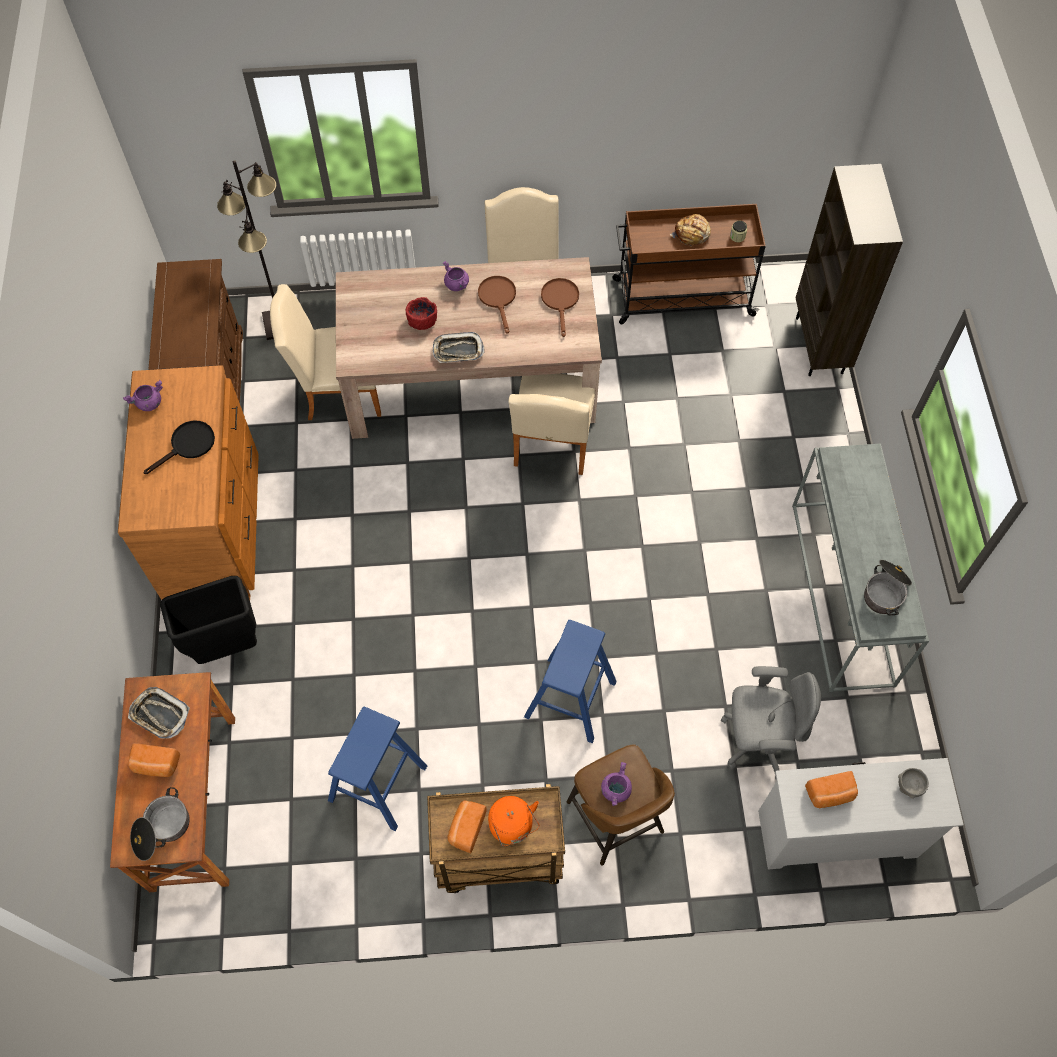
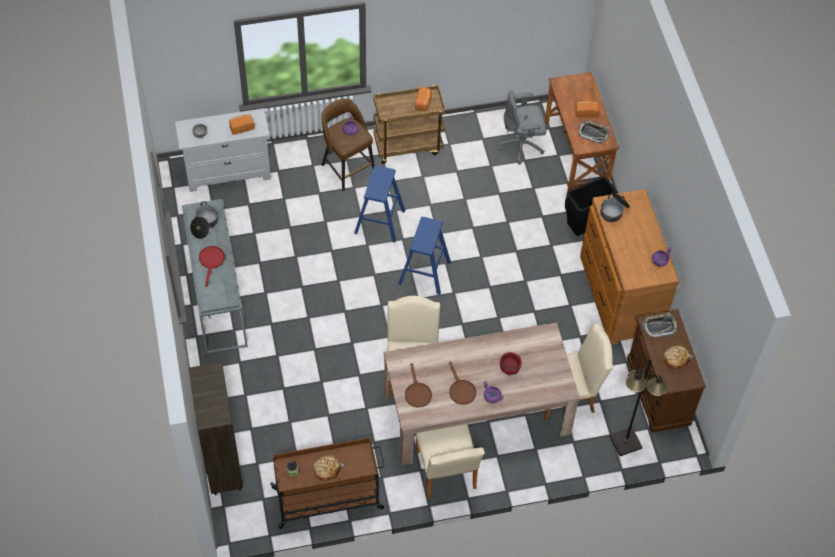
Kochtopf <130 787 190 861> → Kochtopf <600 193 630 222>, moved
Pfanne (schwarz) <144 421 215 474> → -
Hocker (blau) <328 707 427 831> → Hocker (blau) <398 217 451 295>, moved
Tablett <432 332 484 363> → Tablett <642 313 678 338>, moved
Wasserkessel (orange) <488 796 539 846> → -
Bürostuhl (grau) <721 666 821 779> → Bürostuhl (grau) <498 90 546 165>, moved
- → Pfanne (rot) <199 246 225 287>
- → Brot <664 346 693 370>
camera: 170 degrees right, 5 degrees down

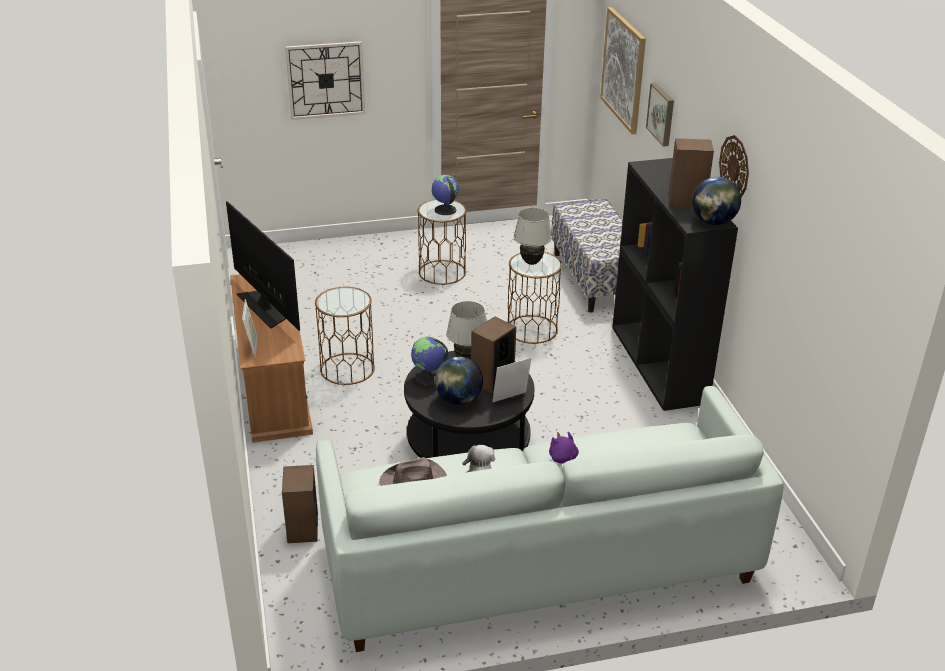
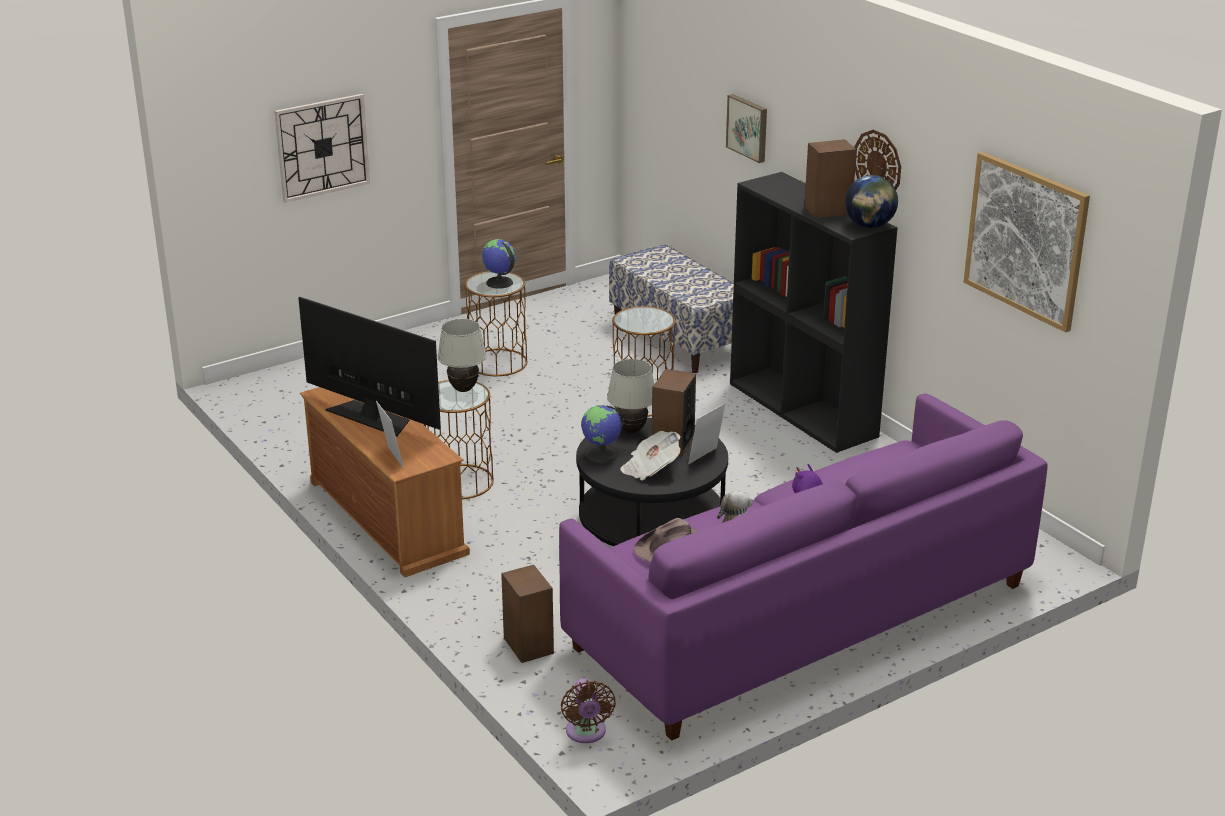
Sofa (weiß) <316 386 784 652> → Sofa (lila) <559 393 1047 741>
Globus <435 357 483 405> → Zeitung <620 431 681 480>
Tischlampe (weiß) <514 208 552 265> → Tischlampe (weiß) <437 319 487 392>, moved
Bild <600 7 646 134> → Bild <964 152 1090 333>, moved
- → Ventilator (braun) <561 678 616 743>
camera: 20 degrees left, 5 degrees down

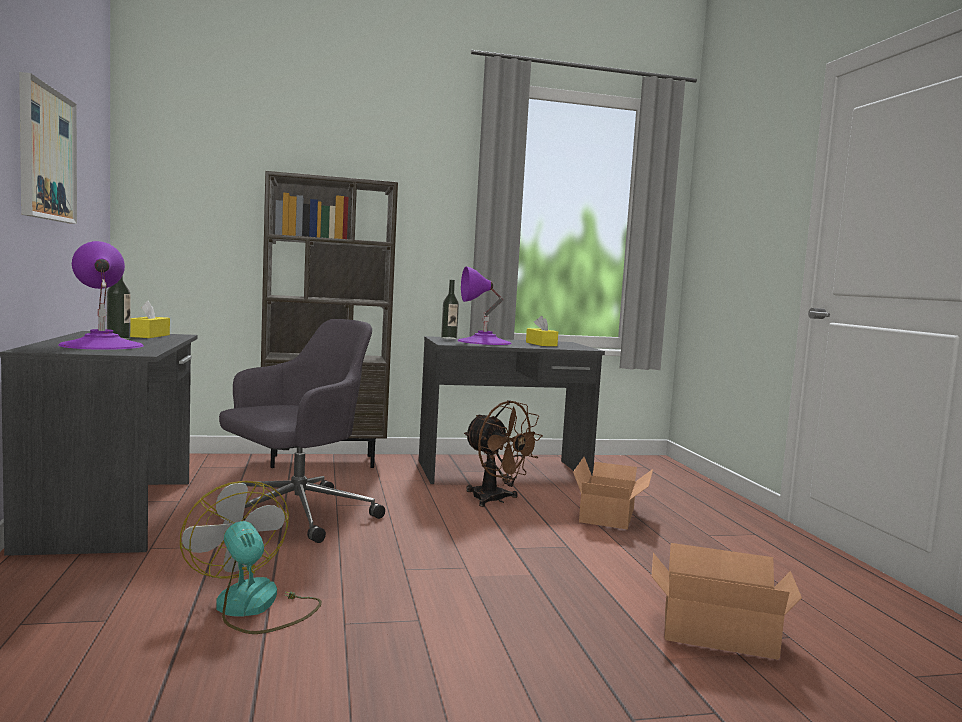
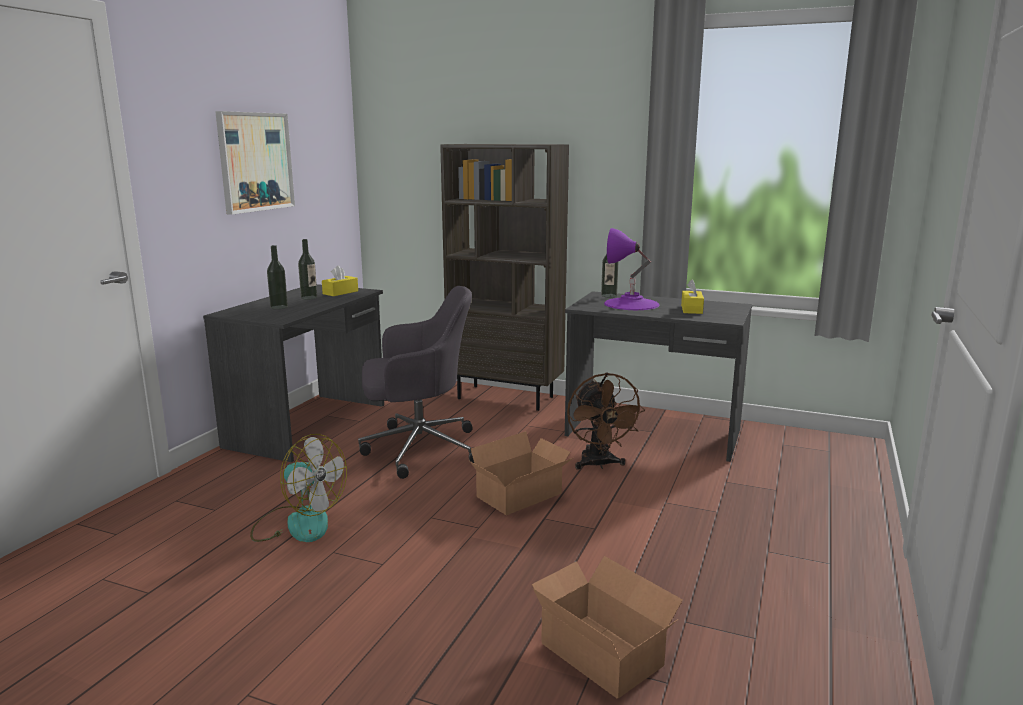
Tischlampe (lila) <58 241 144 350> → Flasche <267 245 288 309>
Ventilator <180 481 322 634> → Ventilator <250 434 347 542>, 120 degrees clockwise
Karton <573 457 653 530> → Karton <469 431 573 515>, moved
camera: 35 degrees right, 10 degrees up

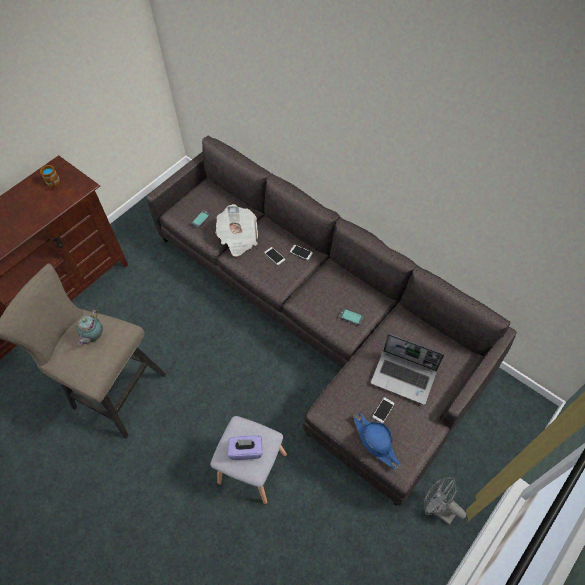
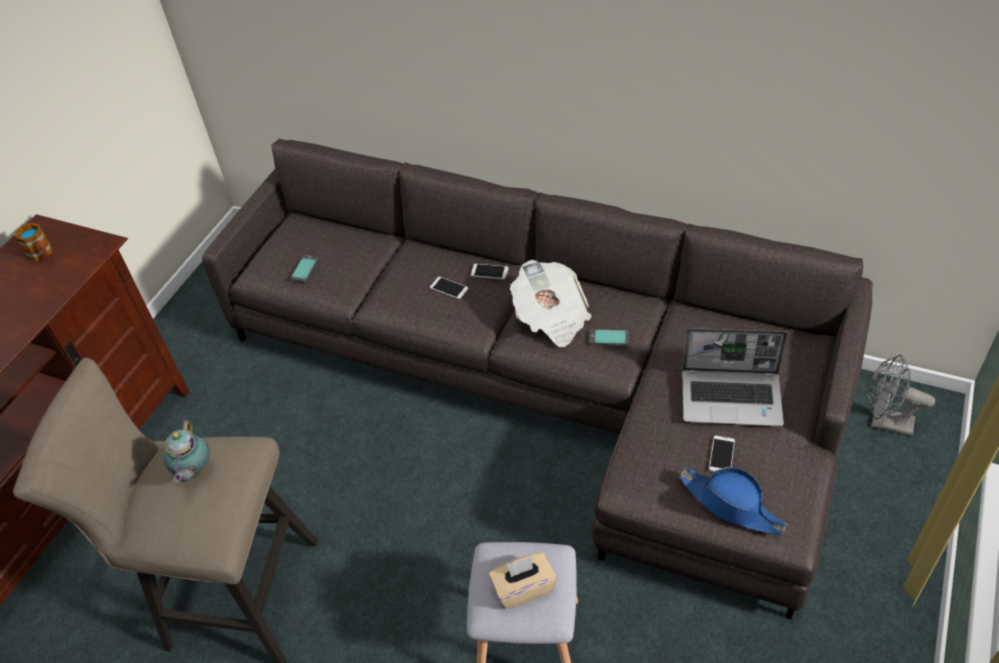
Zeitung <216 204 258 257> → Zeitung <510 260 592 347>, moved
Taschentuchbox (lila) <228 436 262 460> → Taschentuchbox (beige) <489 552 557 609>
Ventilator (grau) <424 477 466 525> → Ventilator (grau) <867 355 935 437>, moved
camera: 15 degrees left, 10 degrees down

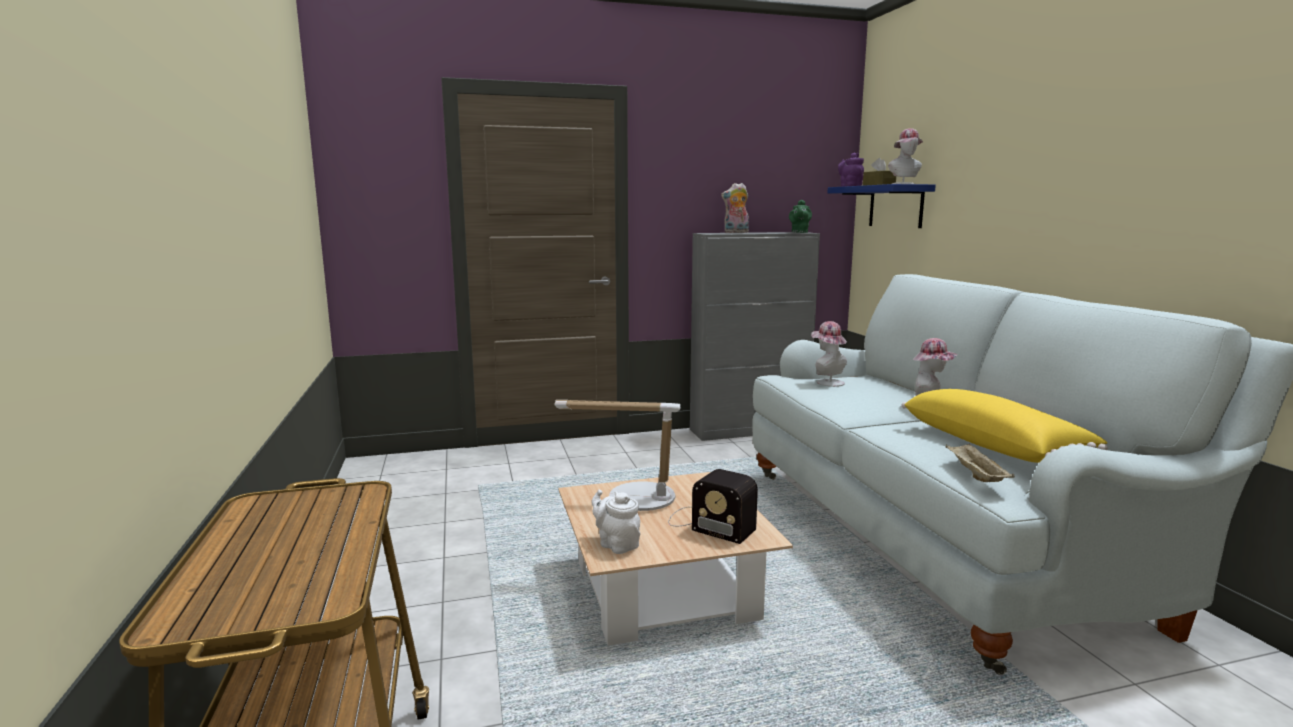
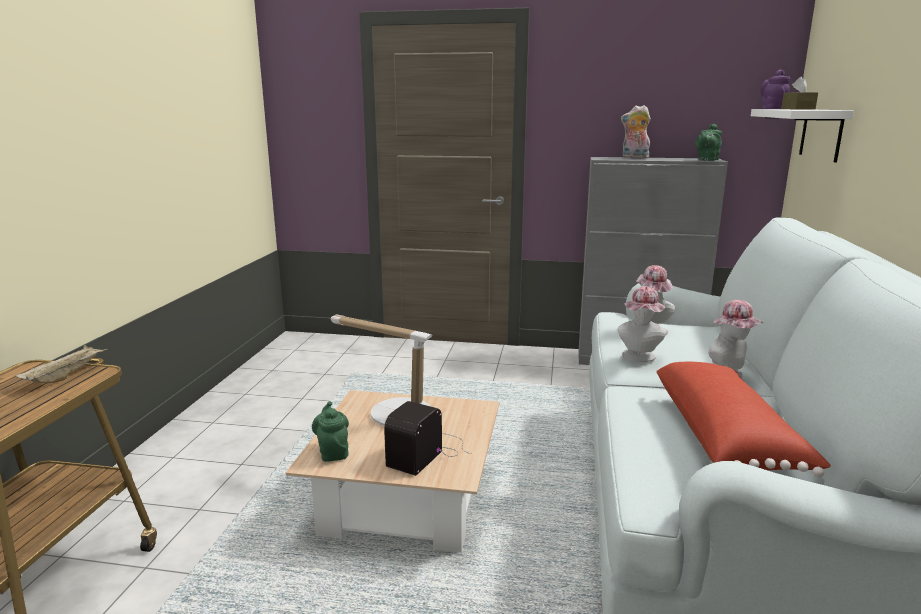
Teekanne (weiß) <592 490 640 554> → Teekanne (grün) <312 401 349 462>
Radio <668 469 758 544> → Radio <384 401 471 476>, 60 degrees clockwise
Wandregal (blau) <827 184 936 228> → Wandregal (weiß) <751 109 854 162>
Hut <888 128 924 184> → Hut <618 286 666 362>, moved
Kissen (gelb) <901 389 1108 463> → Kissen (rot) <656 362 831 477>
Tablett (beige) <946 443 1015 482> → Tablett (beige) <15 345 108 383>, moved
camera: 25 degrees right, 5 degrees up

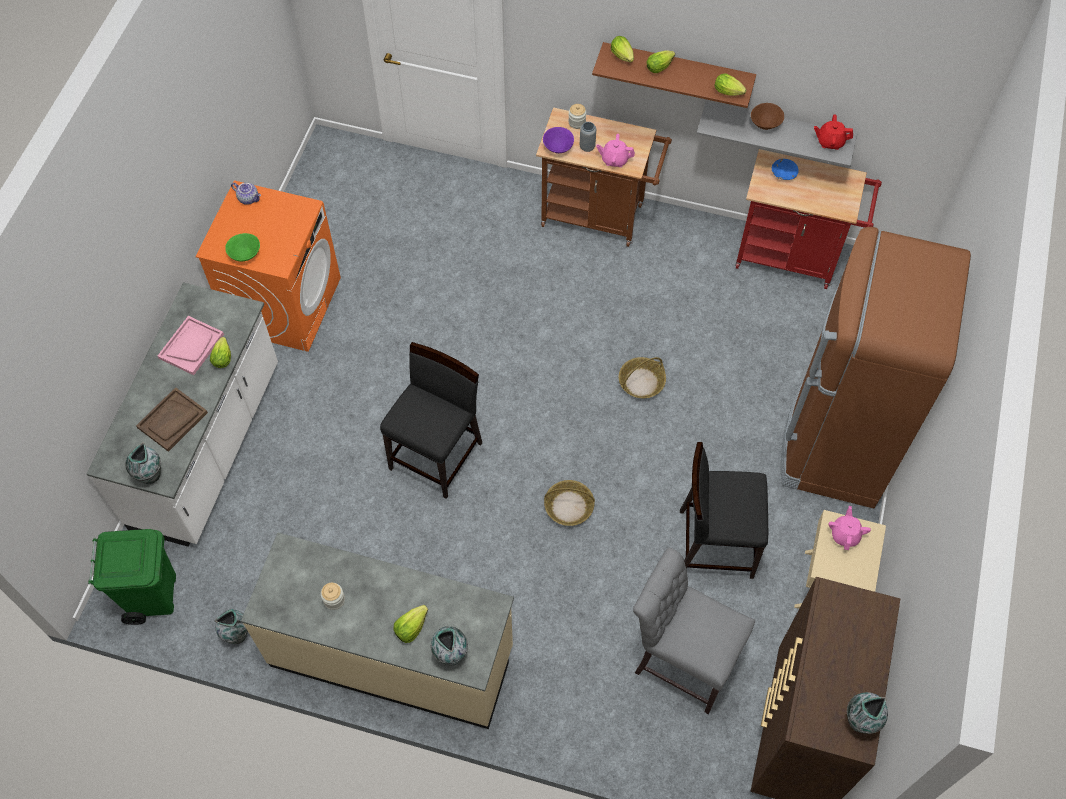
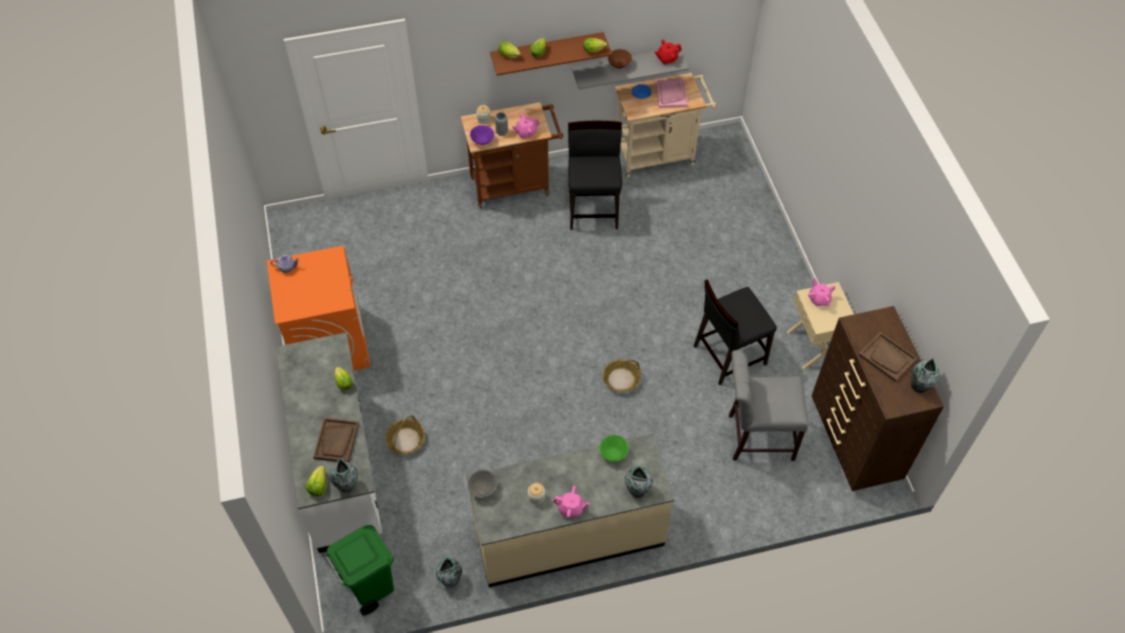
Tablett (rosa) <158 316 224 375> → Tablett (rosa) <656 79 688 108>, moved
Schüssel (grün) <225 233 260 261> → Schüssel (grün) <599 435 629 462>, moved
Stuhl (schwarz) <380 342 482 499> → Stuhl (schwarz) <568 121 622 230>, moved
Salatkopf <393 605 428 643> → Salatkopf <306 465 327 497>, moved
Korb <619 357 666 398> → Korb <385 416 425 454>, moved
Rollwagen (rot) <736 149 882 289> → Rollwagen (beige) <615 73 716 178>
Kühlschrank (braun) <781 227 971 508> → -
- → Schüssel (grau) <468 470 498 498>
- → Teekanne (rosa) <553 486 590 518>
- → Tablett (braun) <858 332 917 382>
camera: 30 degrees left, 5 degrees down

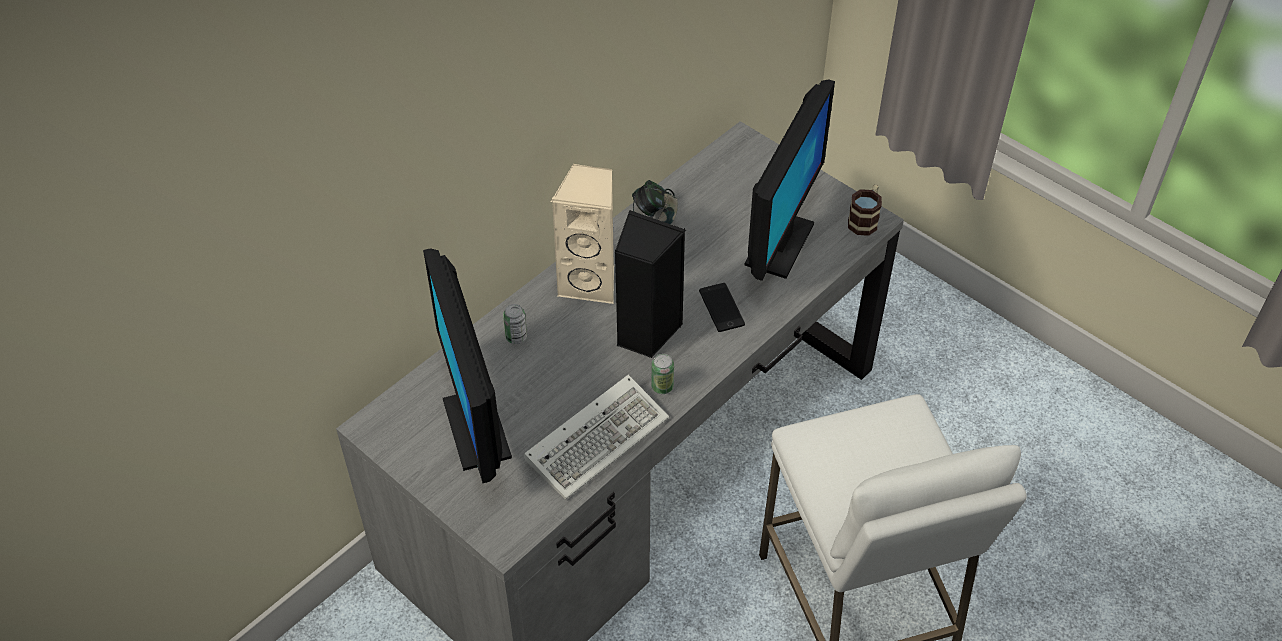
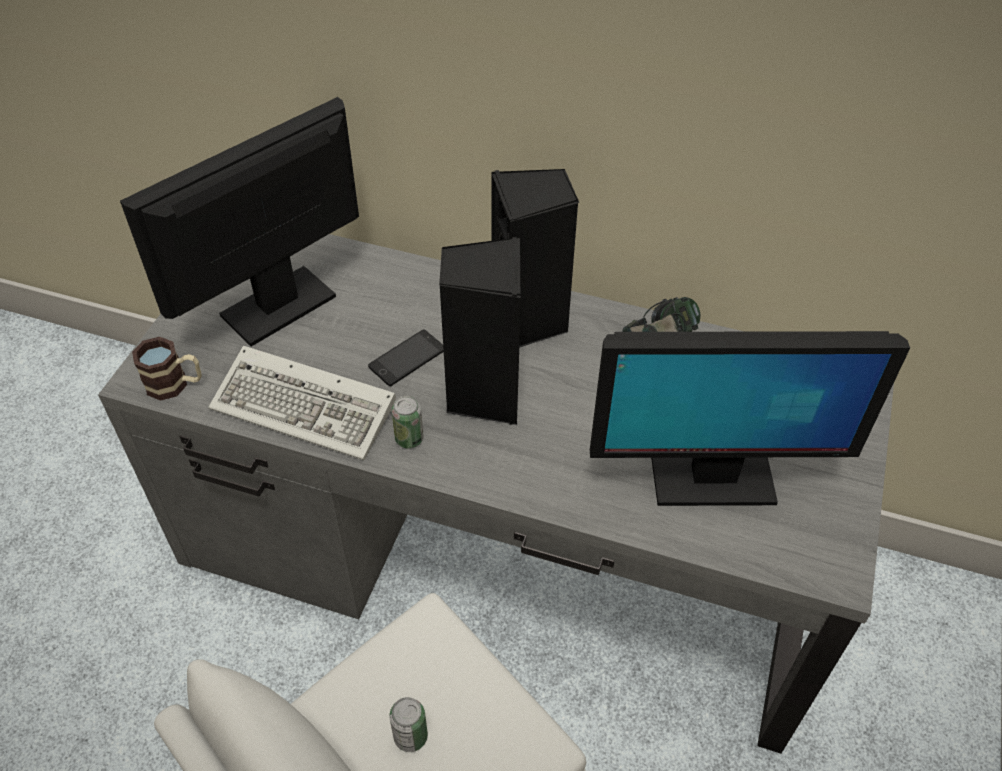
Dose <503 304 527 344> → Dose <389 697 428 752>, moved
Lautsprecher (beige) <551 164 614 304> → Lautsprecher (schwarz) <491 169 579 348>
Handy <699 283 745 332> → Handy <368 329 444 386>, moved
Henkelbecher <848 185 882 236> → Henkelbecher <132 337 202 401>, moved
camera: 65 degrees right, 0 degrees up

